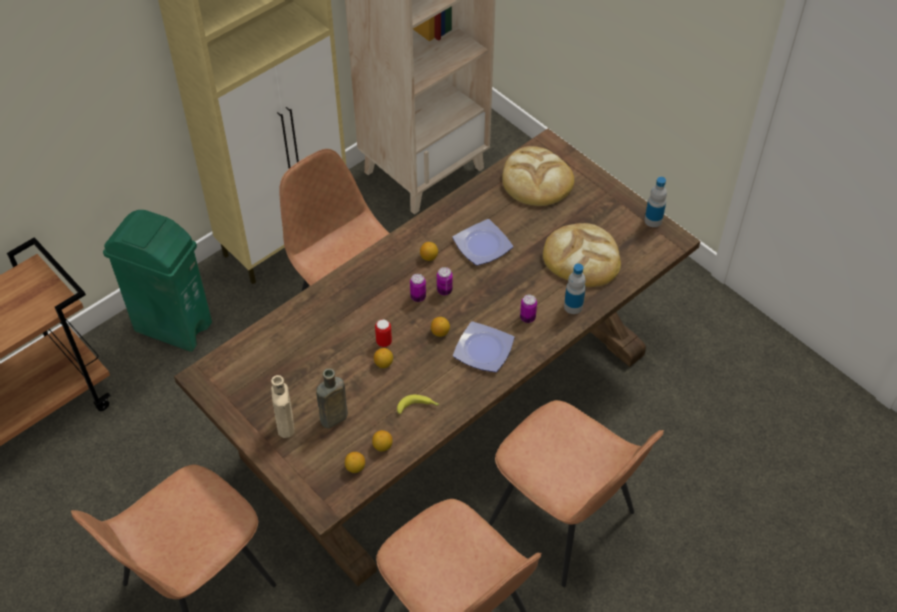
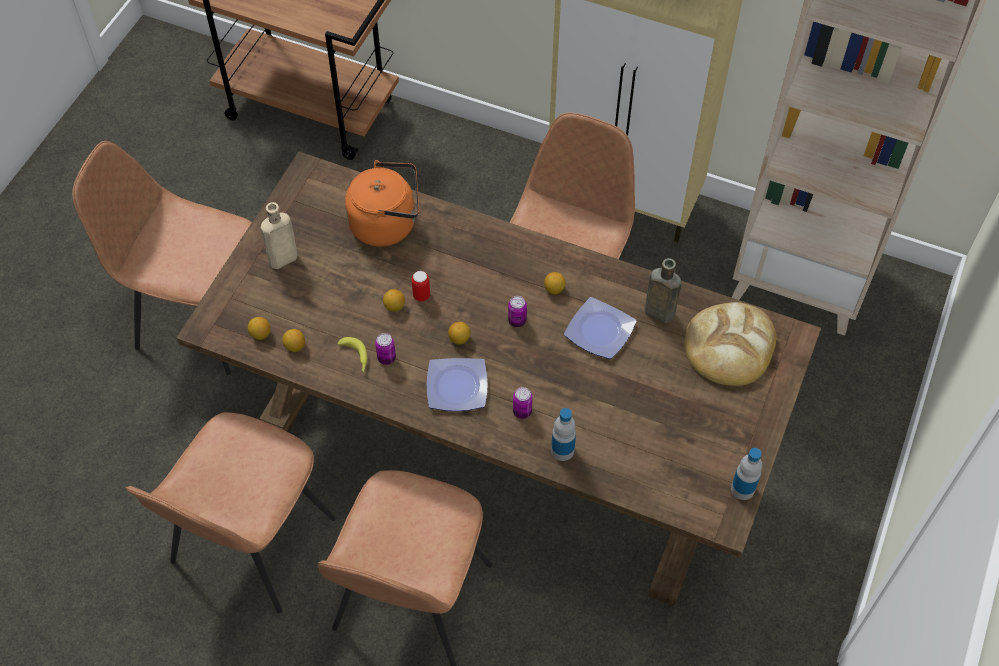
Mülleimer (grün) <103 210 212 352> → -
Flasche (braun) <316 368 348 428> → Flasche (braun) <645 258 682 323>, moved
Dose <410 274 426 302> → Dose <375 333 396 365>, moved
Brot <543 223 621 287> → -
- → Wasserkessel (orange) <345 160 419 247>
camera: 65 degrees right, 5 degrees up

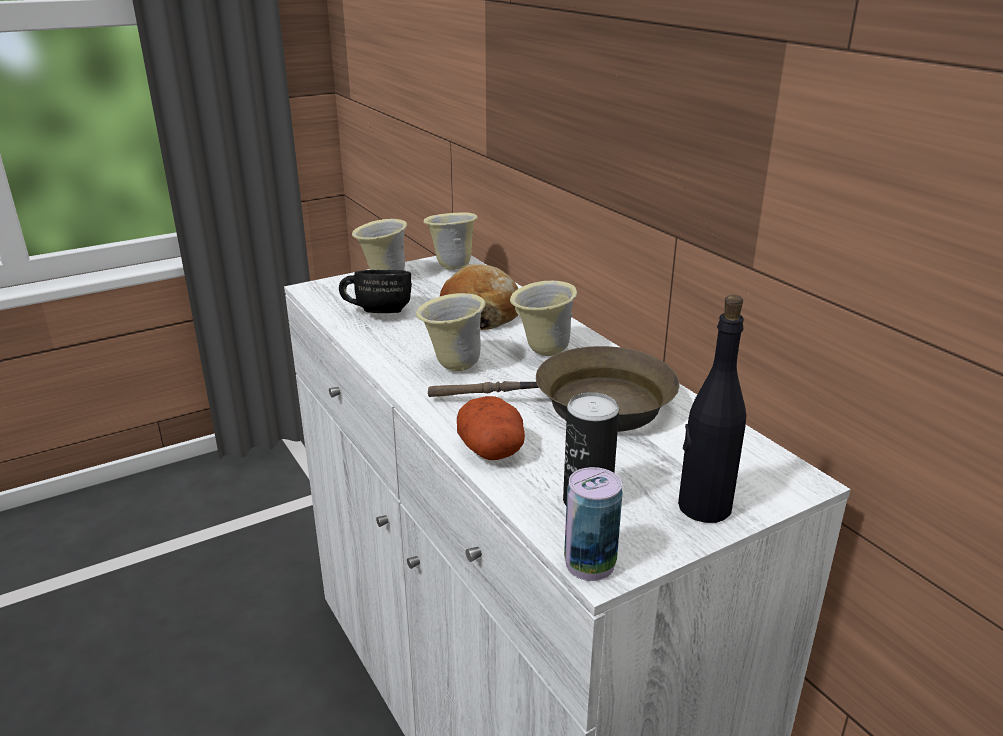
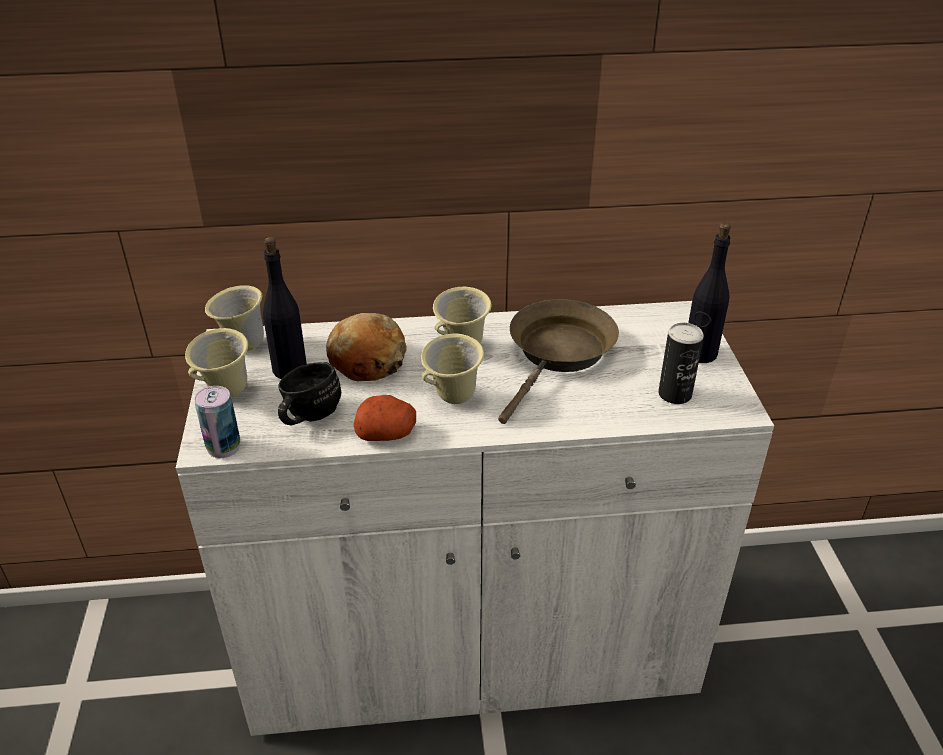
Kartoffel <457 396 525 460> → Kartoffel <353 395 416 441>, moved
Dose <564 467 622 581> → Dose <194 386 240 458>, moved
- → Flasche (schwarz) <263 237 307 379>
camera: 65 degrees left, 10 degrees up

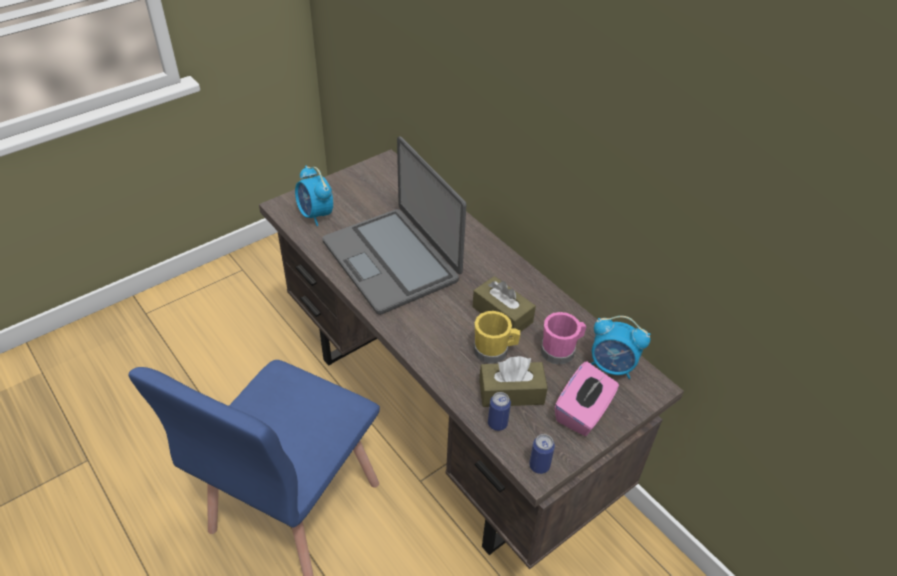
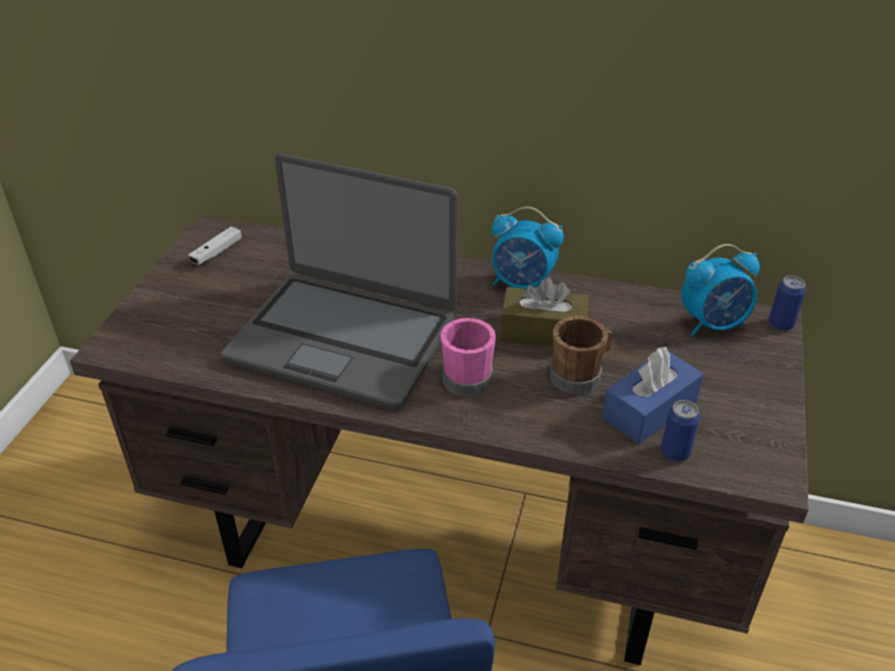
Wecker <295 165 333 226> → Wecker <492 207 564 289>, moved
Henkelbecher (gelb) <474 311 520 363> → Henkelbecher (braun) <550 316 614 394>
Taschentuchbox (braun) <479 356 548 407> → Taschentuchbox (blau) <602 347 704 444>
Dose <529 434 555 474> → Dose <769 276 806 331>, moved
Henkelbecher (rosa) <540 312 587 365> → Henkelbecher (rosa) <441 318 496 396>, moved
Taschentuchbox (rosa) <555 361 619 436> → -
- → Gamepad (weiß) <188 227 242 265>
camera: 35 degrees left, 5 degrees down

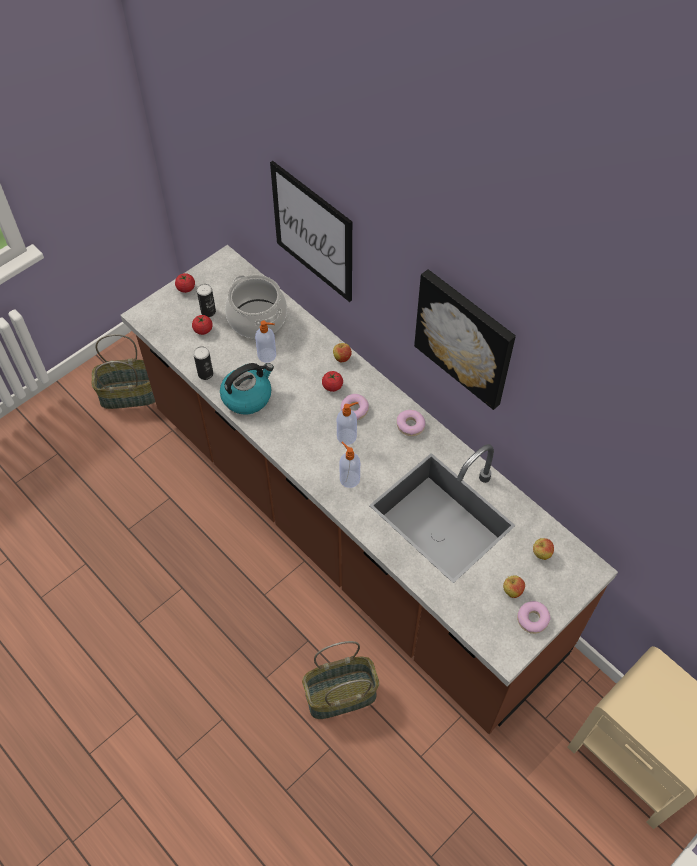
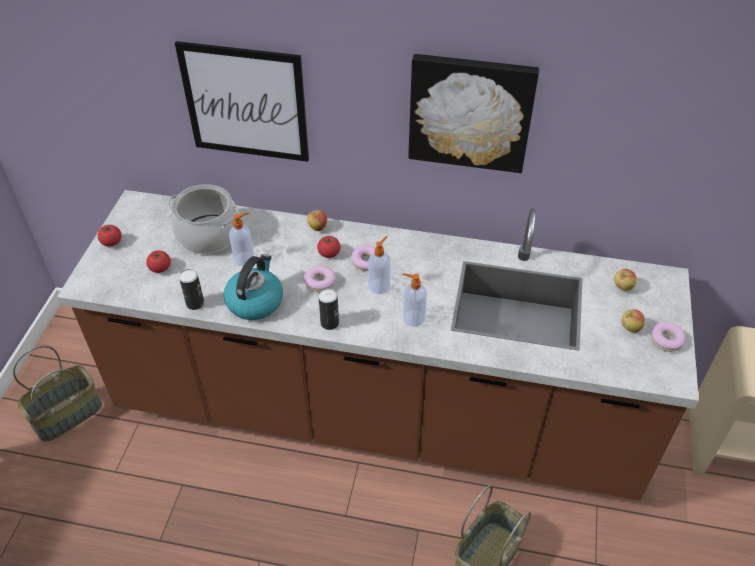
Dose <197 284 216 317> → Dose <318 288 339 330>, moved
Donut <397 410 425 436> → Donut <304 266 336 292>, moved
camera: 35 degrees left, 10 degrees down

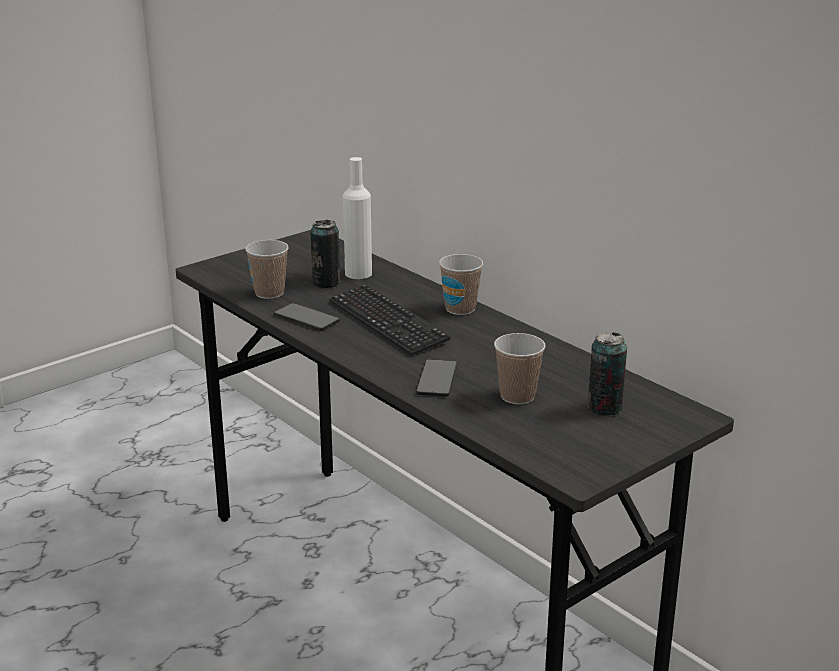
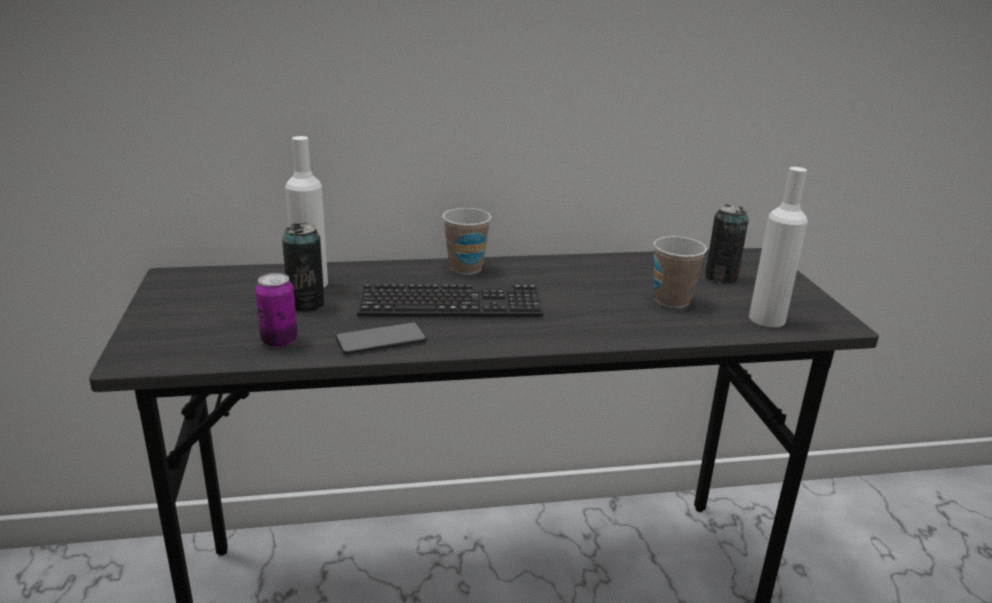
Tasse <245 240 289 299> → Dose <255 273 298 347>
Handy <416 359 457 396> → -
- → Flasche (weiß) <749 167 808 327>
camera: 60 degrees left, 0 degrees up

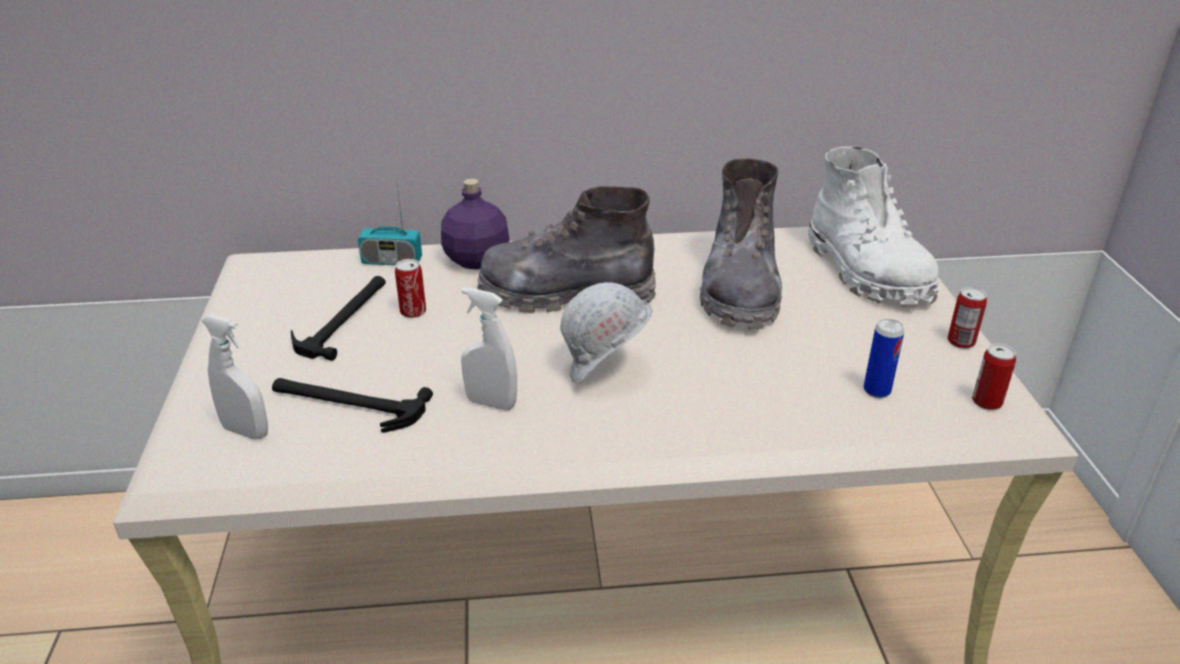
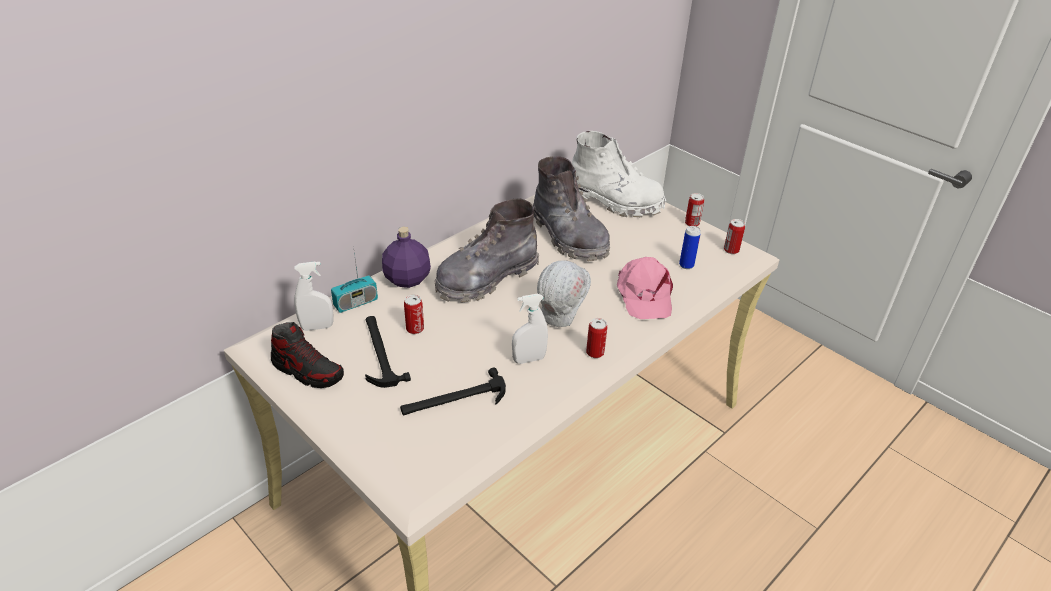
Sprühflasche (weiß) <201 314 268 440> → Sprühflasche (weiß) <294 261 334 331>, moved
- → Schuh <271 322 344 388>
- → Dose <586 318 608 358>
- → Kappe (rosa) <617 257 673 319>
camera: 40 degrees left, 5 degrees up

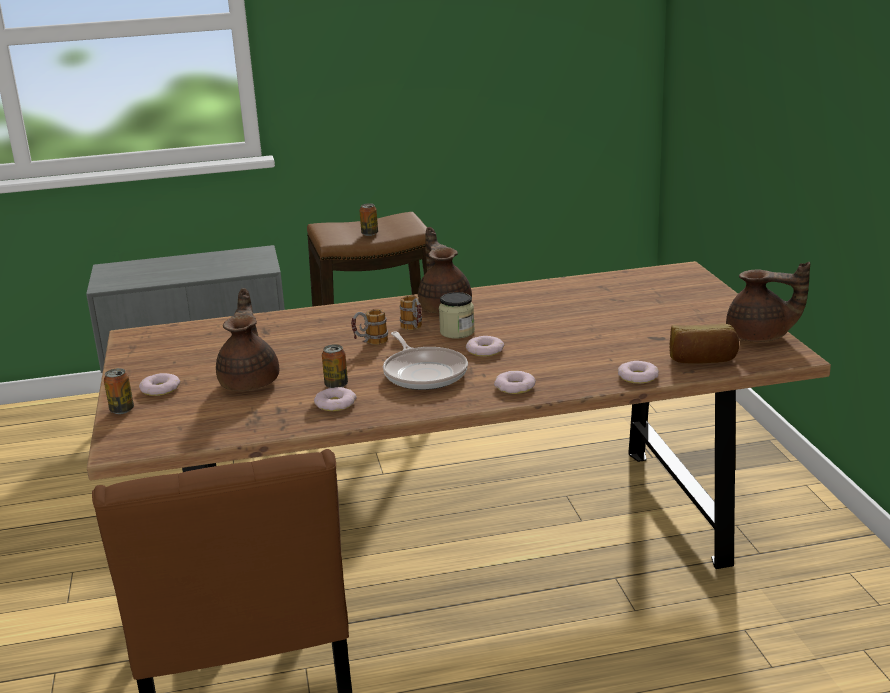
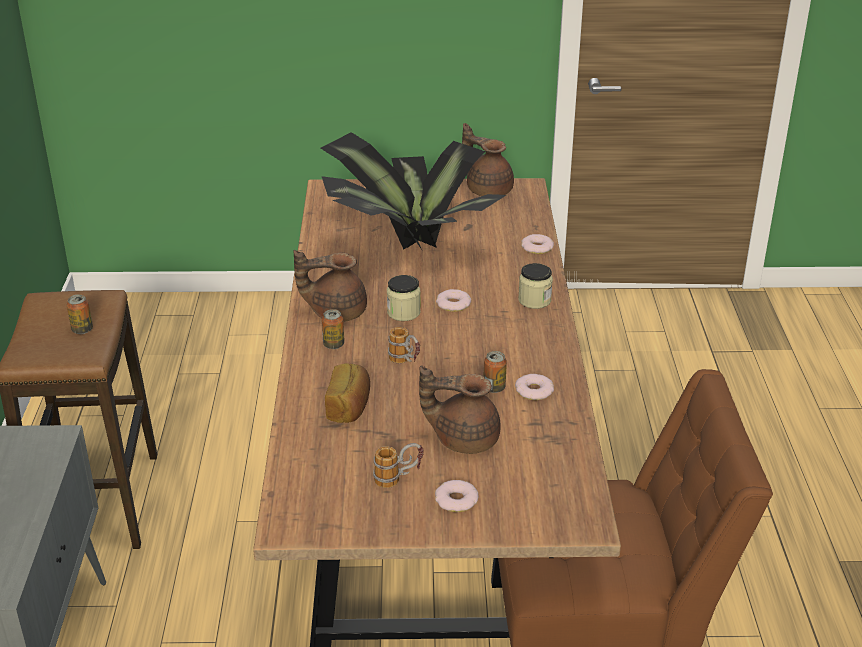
Dose <104 368 134 414> → Dose <322 309 344 349>, moved
Pfanne <383 331 468 390> → -
Henkelbecher <400 295 422 330> → Henkelbecher <373 443 423 488>, moved
Donut <494 371 536 394> → Vorratsglas <518 263 553 309>
Brot <670 323 739 364> → Brot <325 363 370 423>, moved
Teekanne (braun) <726 262 810 342> → Teekanne (braun) <462 123 514 196>, 75 degrees counterclockwise
- → Topfpflanze <321 132 506 250>
camera: 80 degrees left, 10 degrees up

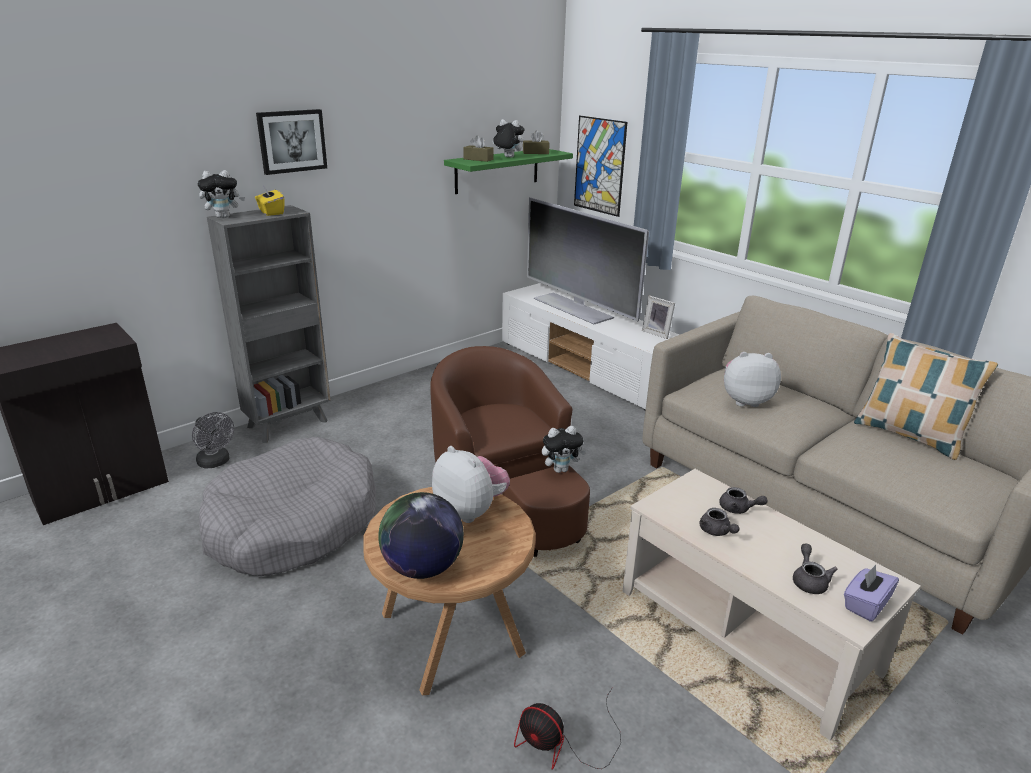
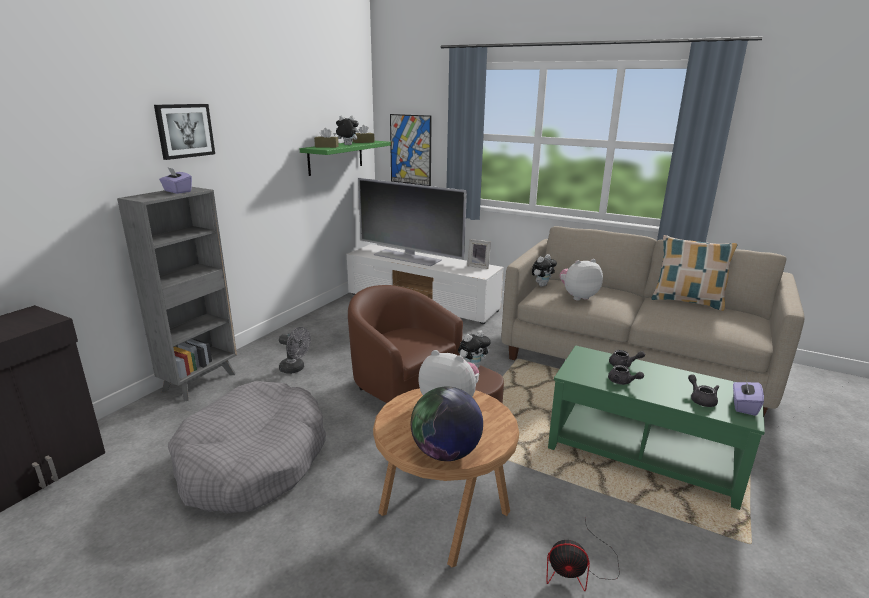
Ventilator (grau) <192 412 234 468> → Ventilator (grau) <279 327 311 374>, moved
Plüschtier <198 170 245 218> → Plüschtier <532 254 557 287>, moved
Taschentuchbox (gelb) <255 187 284 216> → Taschentuchbox (lila) <159 168 192 194>
Couchtisch (beige) <623 469 921 740> → Couchtisch (grün) <548 345 765 510>
camera: 20 degrees left, 5 degrees down

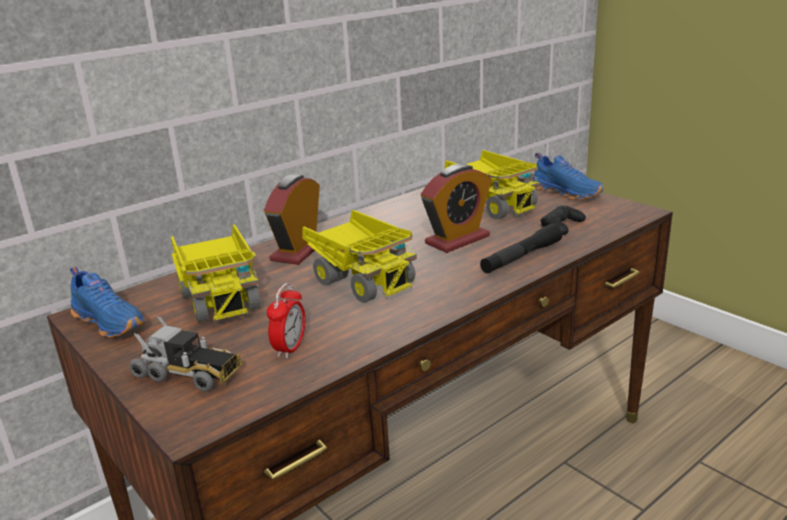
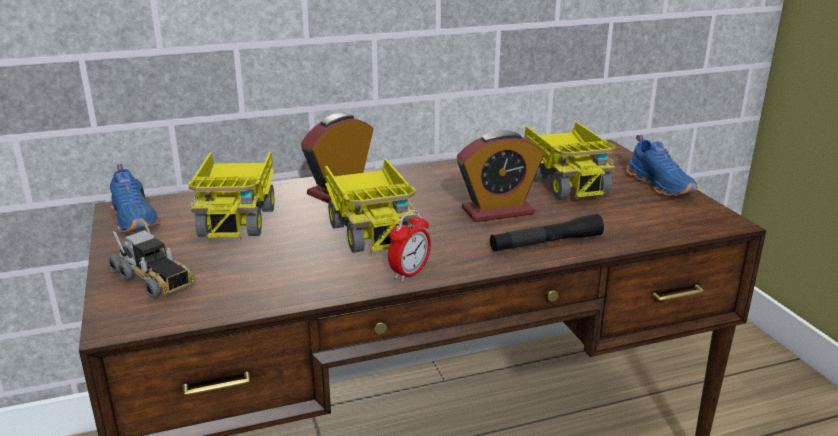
Wecker <267 283 305 359> → Wecker <388 210 431 282>, moved
Gamepad (schwarz) <541 205 586 235> → -
camera: 20 degrees right, 0 degrees up

